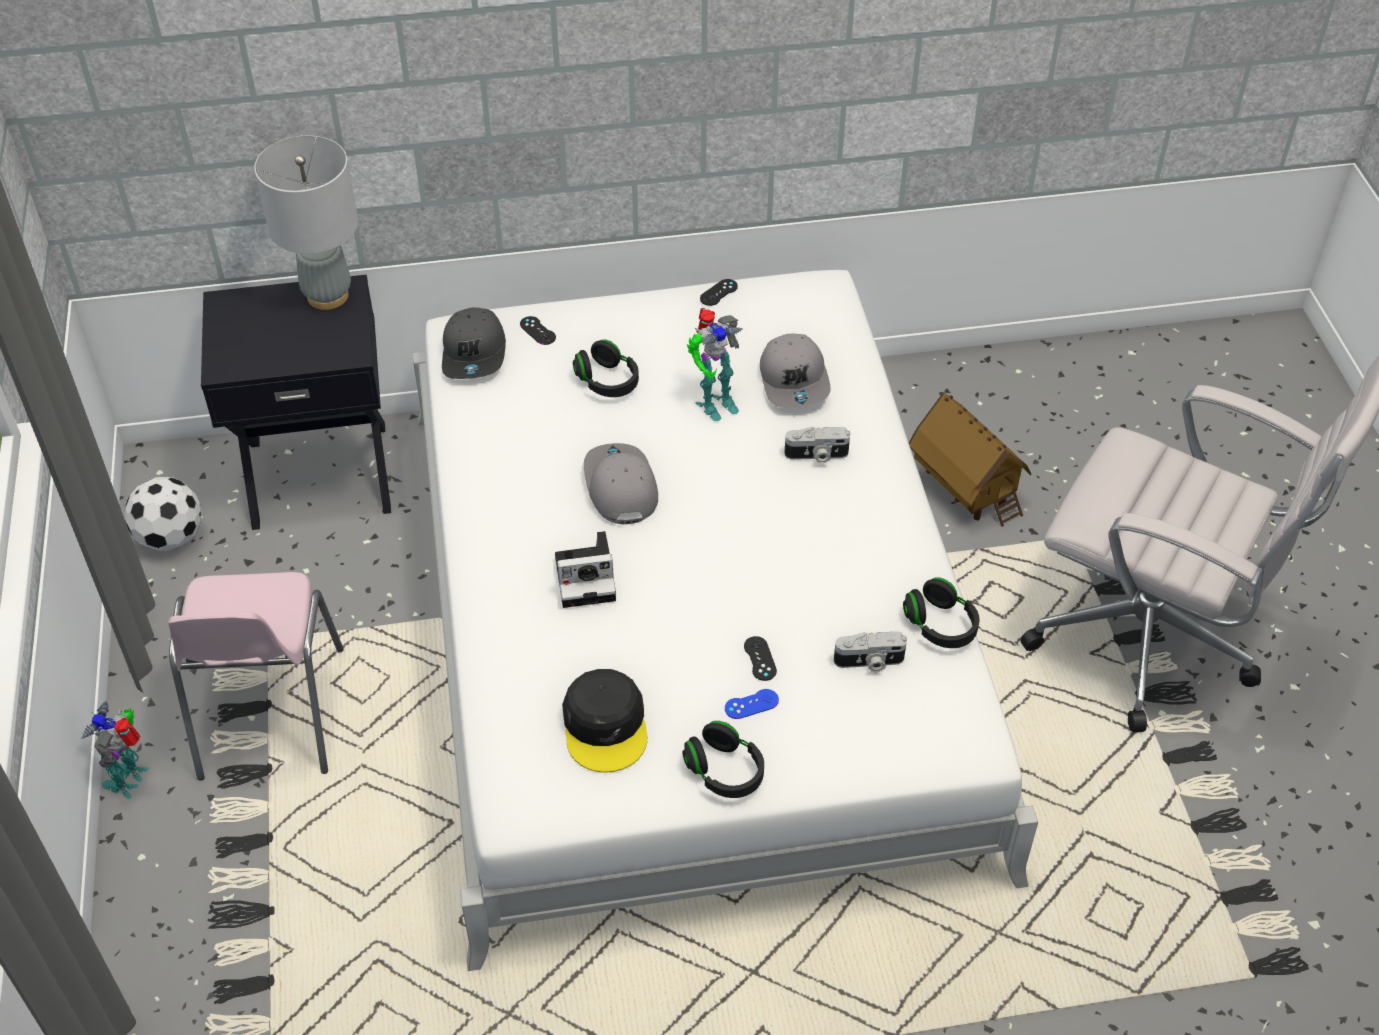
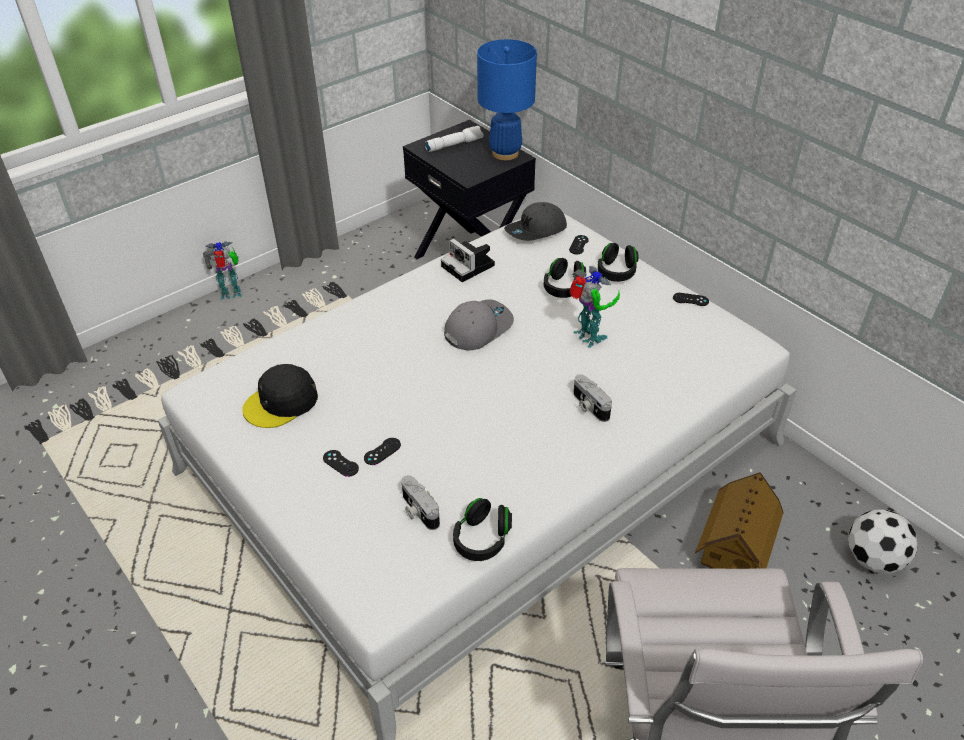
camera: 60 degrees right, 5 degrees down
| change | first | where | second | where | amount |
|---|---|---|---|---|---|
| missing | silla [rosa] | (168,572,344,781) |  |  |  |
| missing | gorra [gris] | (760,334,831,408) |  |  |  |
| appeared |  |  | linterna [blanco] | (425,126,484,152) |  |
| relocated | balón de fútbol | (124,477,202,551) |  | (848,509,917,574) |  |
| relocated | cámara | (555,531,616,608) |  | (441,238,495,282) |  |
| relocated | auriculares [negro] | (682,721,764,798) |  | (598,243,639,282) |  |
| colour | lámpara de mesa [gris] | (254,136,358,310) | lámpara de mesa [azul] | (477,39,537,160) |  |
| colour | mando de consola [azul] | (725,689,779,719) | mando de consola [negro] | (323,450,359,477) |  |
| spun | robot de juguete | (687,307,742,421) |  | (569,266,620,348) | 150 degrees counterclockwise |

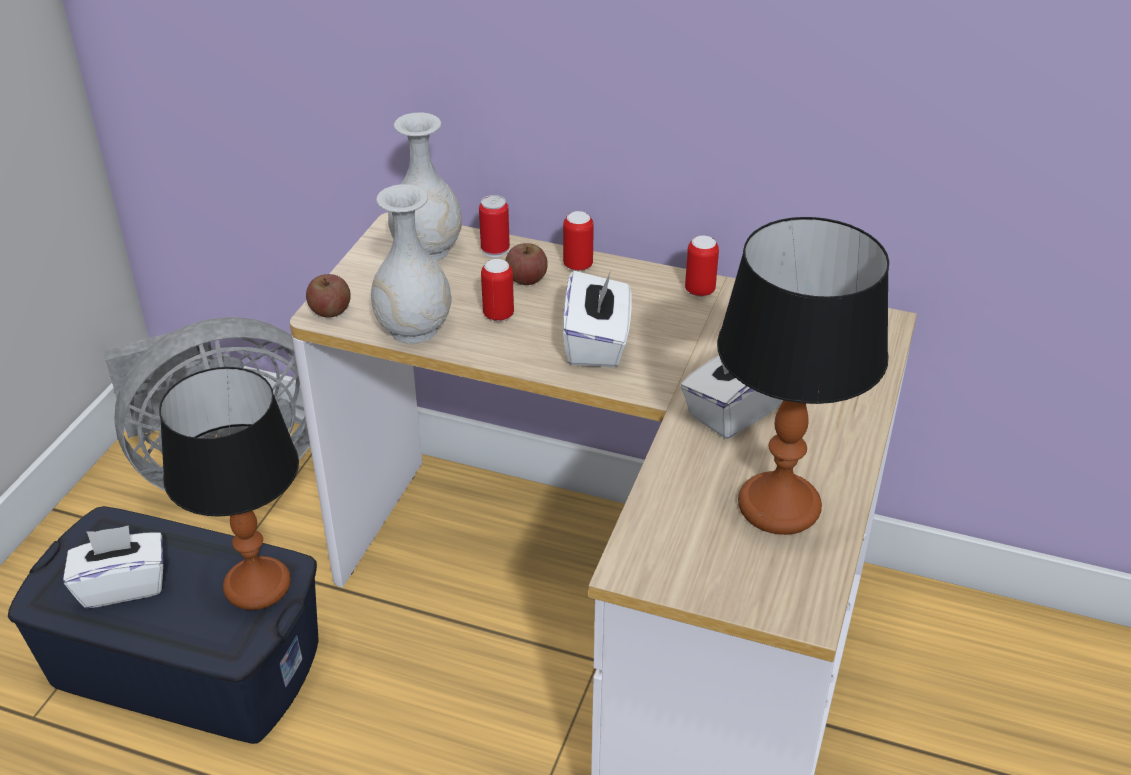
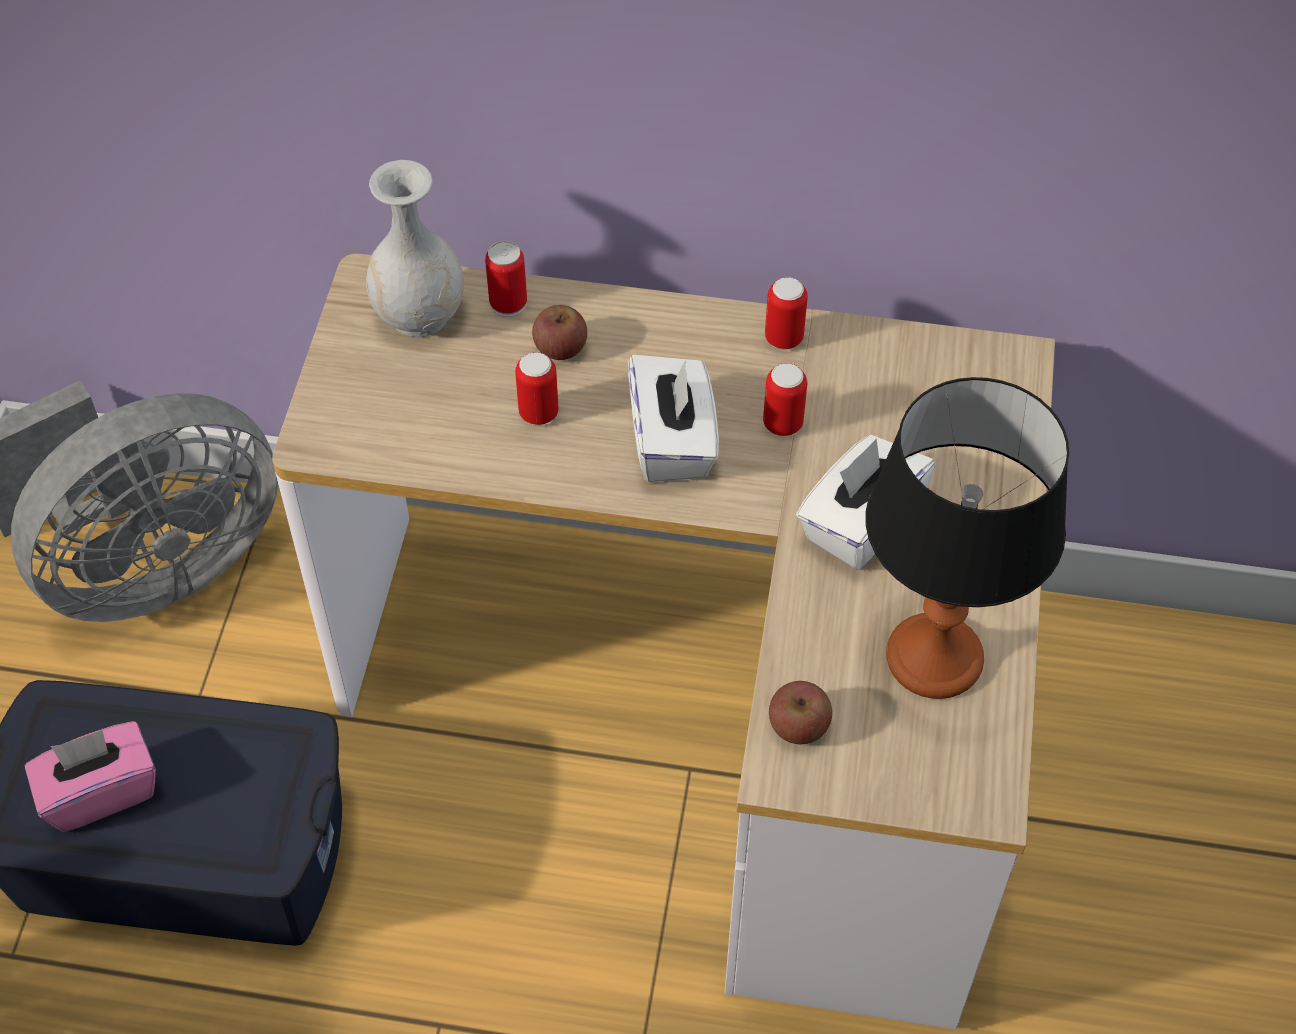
camera: 10 degrees left, 15 degrees up
| change | first | where | second | where | amount |
|---|---|---|---|---|---|
| missing | lámpara de mesa | (159,367,299,610) |  |  |  |
| missing | florero [blanco] | (371,184,451,344) |  |  |  |
| relocated | manzana | (306,274,351,318) |  | (769,681,832,744) |  |
| relocated | lata | (563,211,594,271) |  | (763,363,807,436) |  |
| colour | caja de pañuelos [blanco] | (63,525,163,608) | caja de pañuelos [rosa] | (25,721,156,832) |  |

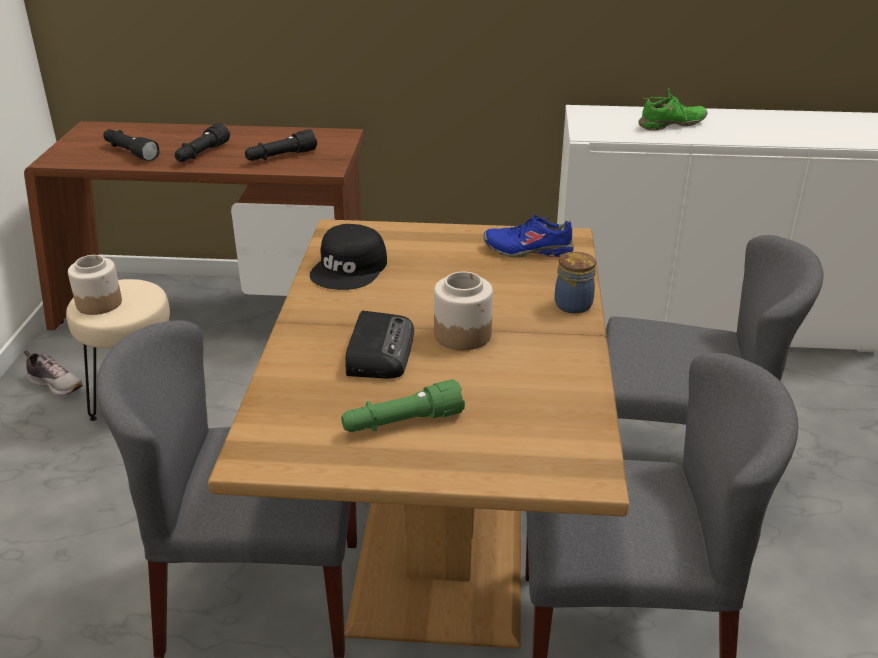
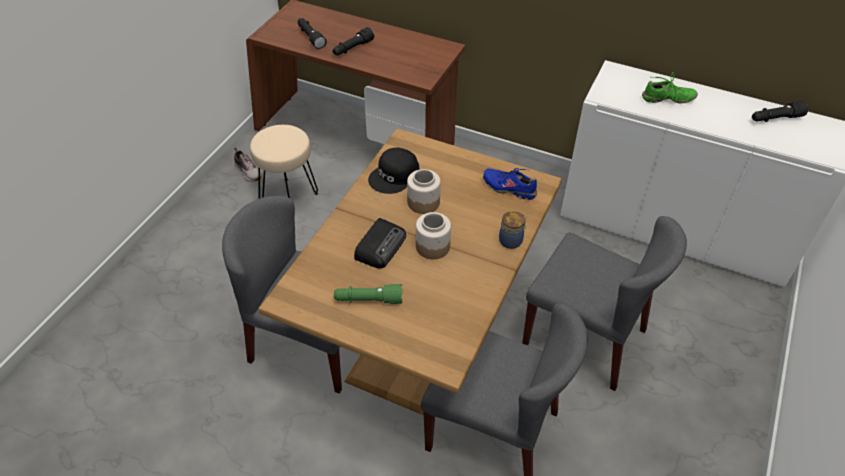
camera: 20 degrees right, 15 degrees up
| change | first | where | second | where | amount |
|---|---|---|---|---|---|
| relocated | tarro | (68,255,122,315) |  | (407,169,441,214) |  |
| relocated | linterna [negro] | (245,129,317,161) |  | (752,100,808,122) |  |

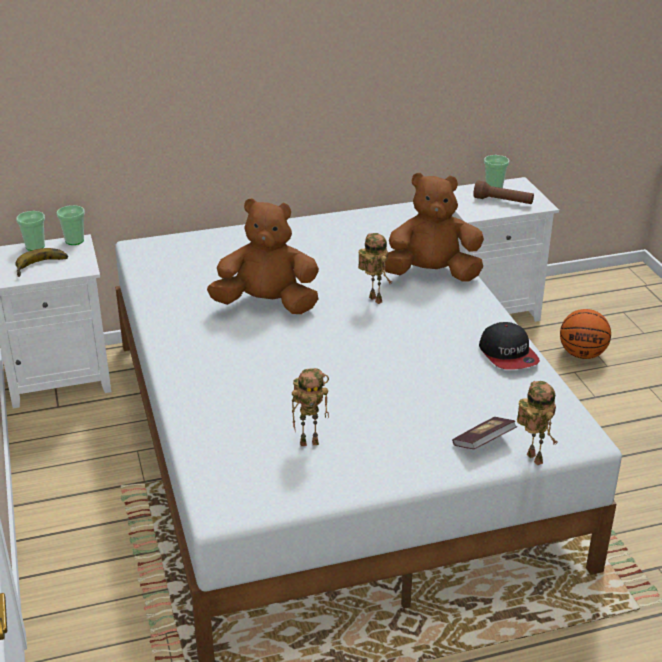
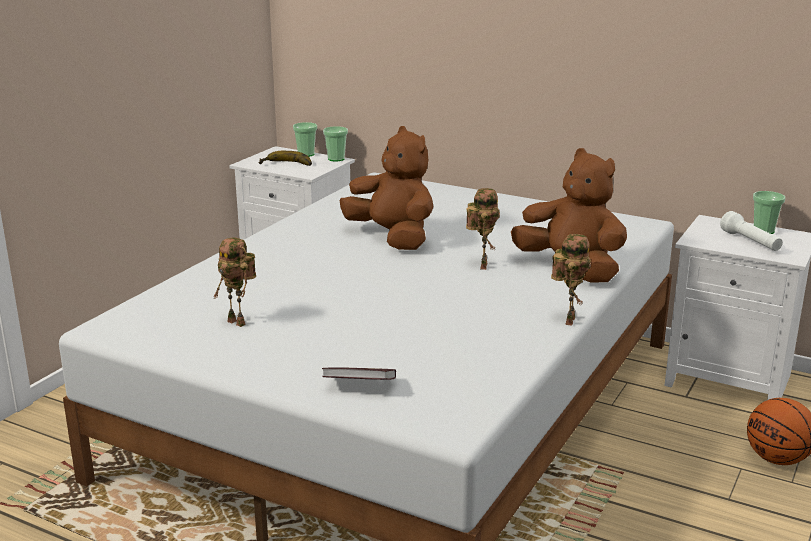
camera: 45 degrees right, 10 degrees down
| change | first | where | second | where | amount |
|---|---|---|---|---|---|
| missing | gorra | (479,322,540,370) |  |  |  |
| relocated | robot de juguete | (517,381,558,465) |  | (551,234,591,326) |  |
| colour | linterna [marrón] | (473,181,534,204) | linterna [blanco] | (720,211,783,251) |  |

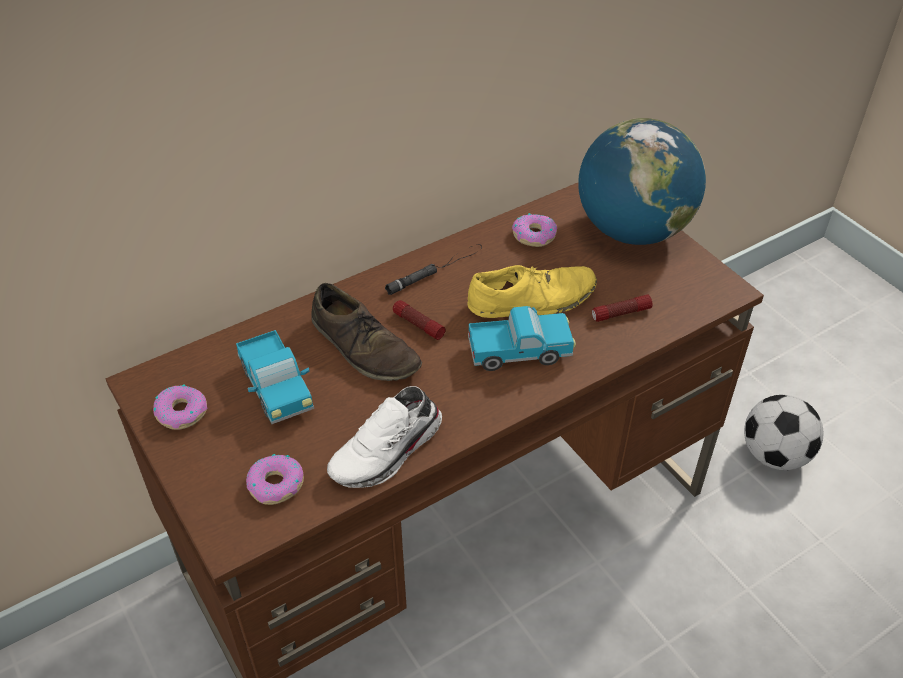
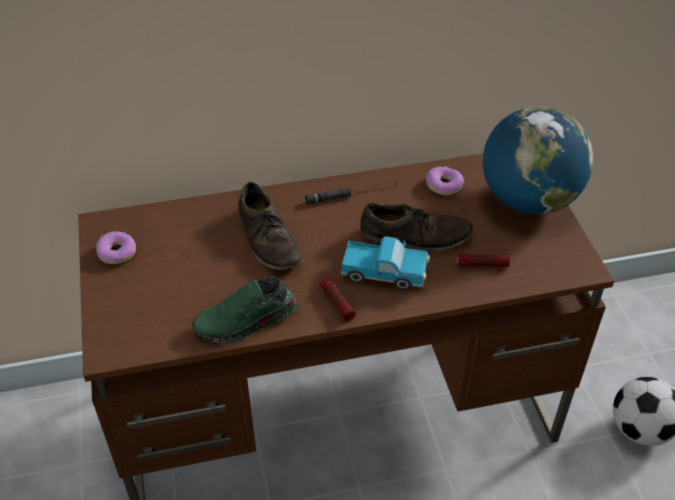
camera: 20 degrees right, 0 degrees up
| change | first | where | second | where | amount |
|---|---|---|---|---|---|
| missing | camión de juguete | (236,330,314,424) |  |  |  |
| missing | rosquilla | (246,454,304,505) |  |  |  |
| relocated | linterna | (393,300,446,340) |  | (321,278,356,321) |  |
| colour | zapato [blanco] | (327,386,442,488) | zapato [verde] | (192,275,298,343) |  |
| colour | zapato [amarillo] | (467,265,597,318) | zapato [marrón] | (360,203,473,252) |  |

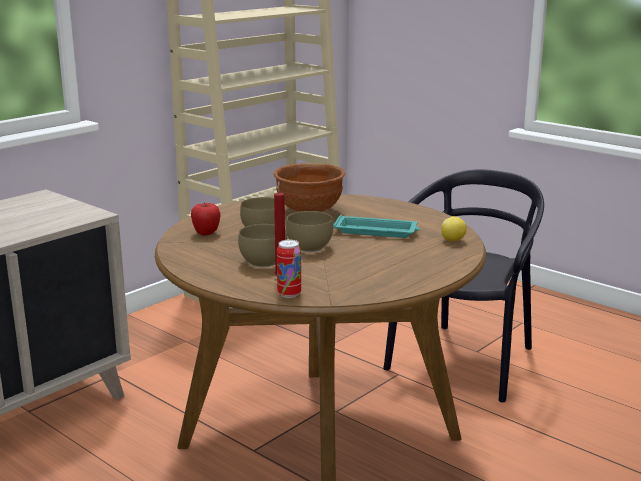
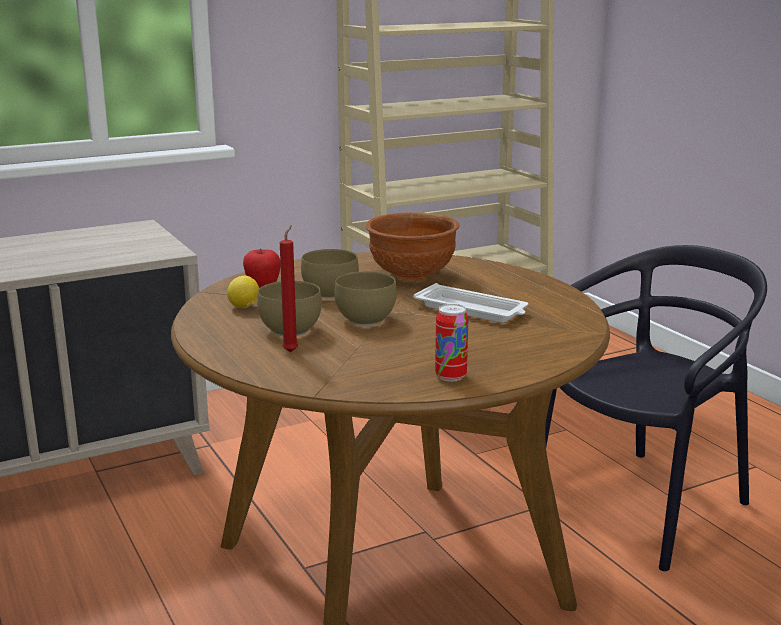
camera: 20 degrees right, 0 degrees up
| change | first | where | second | where | amount |
|---|---|---|---|---|---|
| relocated | lata | (277,240,301,298) |  | (435,304,468,382) |  |
| relocated | limón | (441,216,467,241) |  | (227,275,260,308) |  |
| colour | bandeja [turquesa] | (333,215,420,238) | bandeja [blanco] | (413,283,528,323) |  |

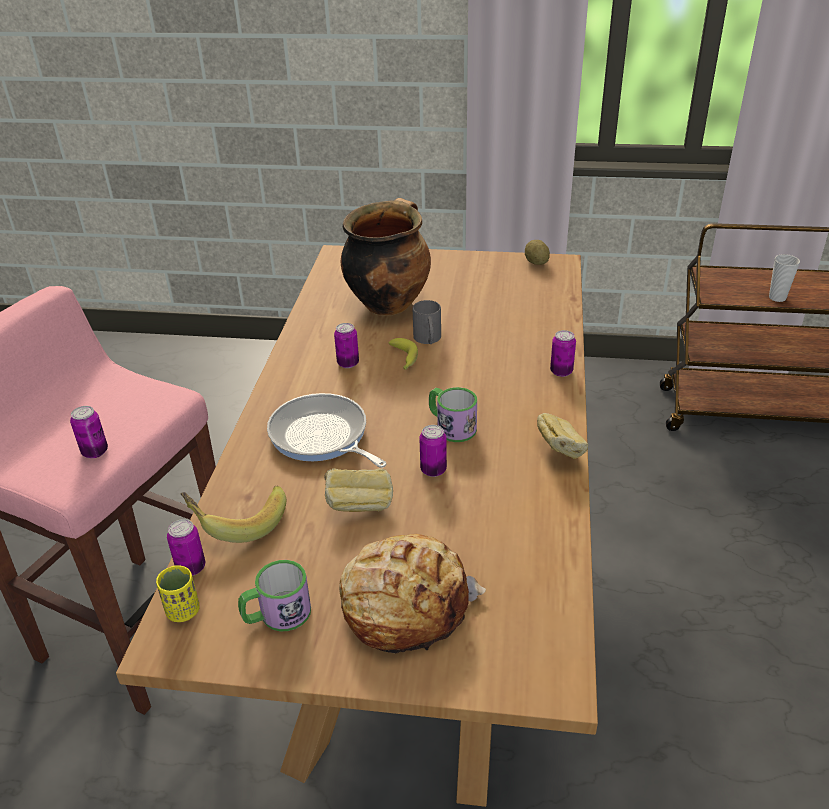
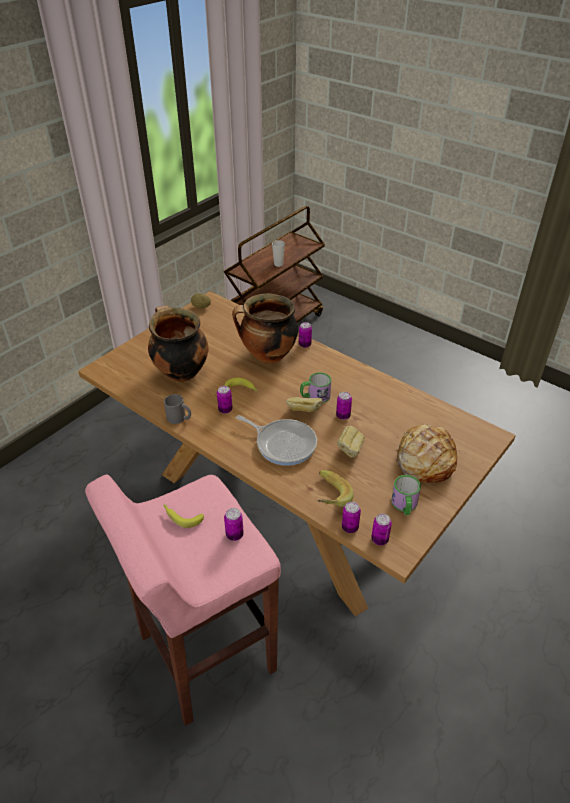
camera: 60 degrees left, 5 degrees up
| change | first | where | second | where | amount |
|---|---|---|---|---|---|
| appeared |  |  | plátano | (163,505,204,528) |  |
| appeared |  |  | olla | (232,293,298,364) |  |
| relocated | taza grande [gris] | (413,300,441,344) |  | (164,394,191,424) |  |
| relocated | pan | (537,413,588,459) |  | (286,397,323,412) |  |
| exchanged | taza [amarillo] | (156,565,200,622) | lata | (371,513,392,545) |  |
| spun | sartén | (267,393,387,468) |  | (236,415,317,466) | 135 degrees counterclockwise |

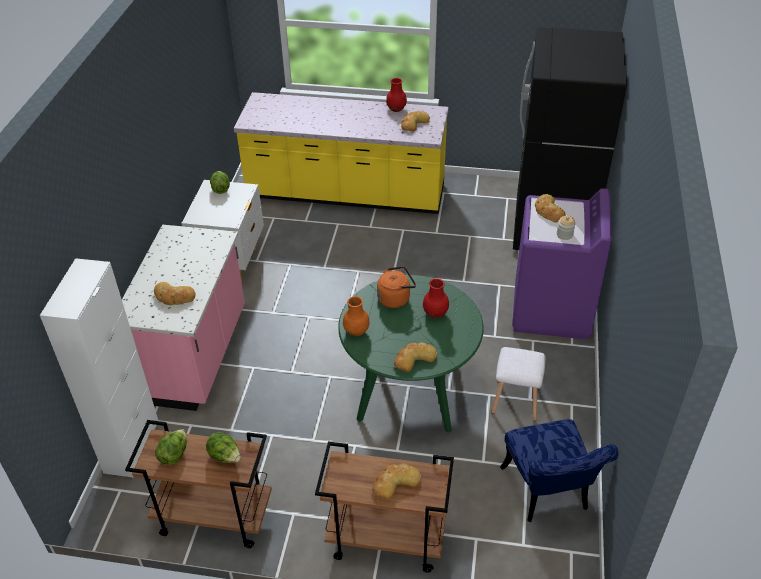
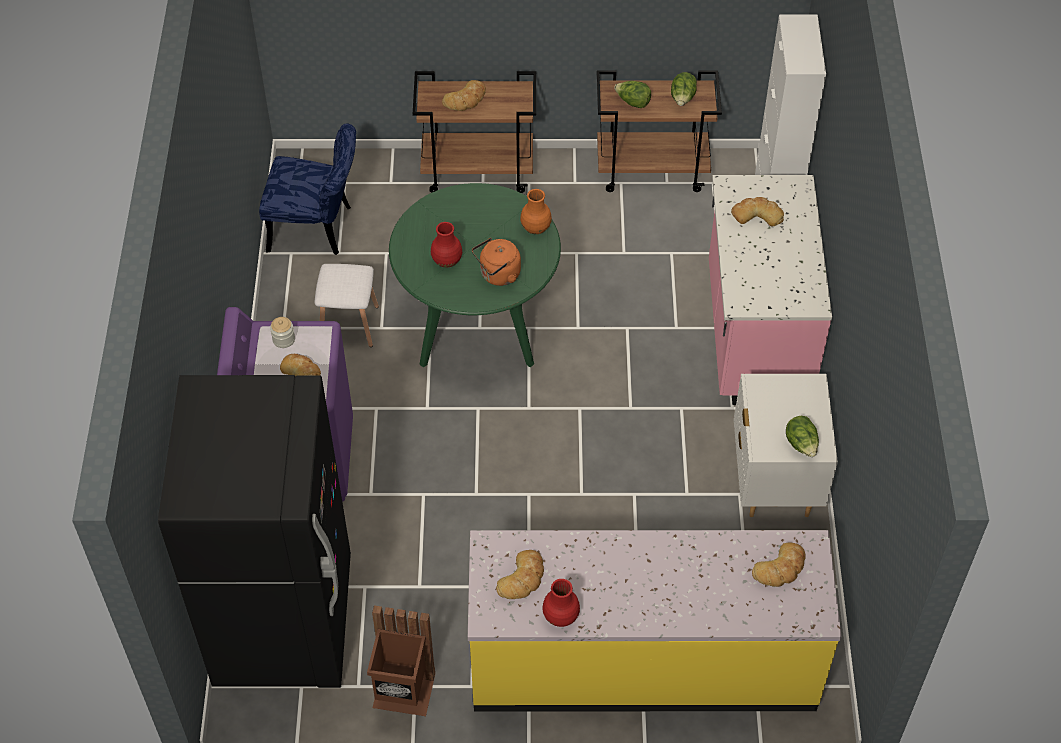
camera: 170 degrees right, 10 degrees up
| change | first | where | second | where | amount |
|---|---|---|---|---|---|
| appeared |  |  | papelera [marrón] | (367,606,435,716) |  |
| relocated | pan | (394,342,437,372) |  | (752,542,806,587) |  |
| spun | silla [azul] | (500,419,618,522) |  | (259,124,356,255) | 120 degrees clockwise |

